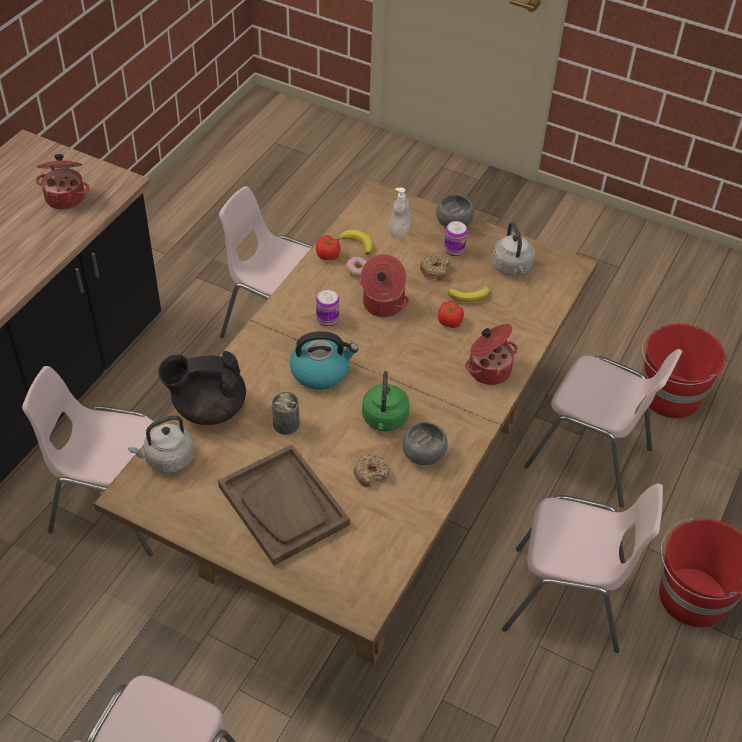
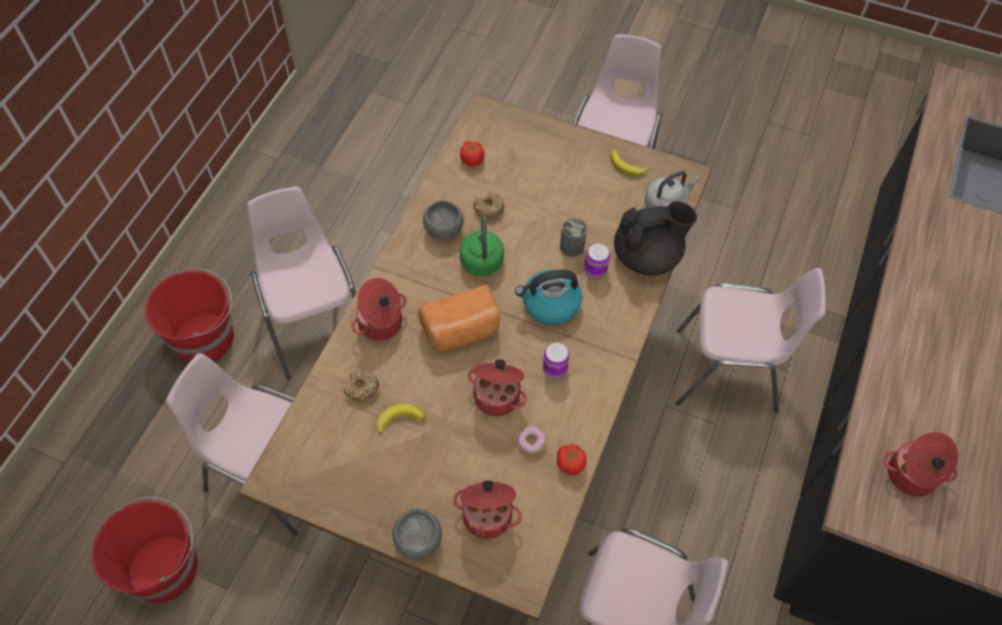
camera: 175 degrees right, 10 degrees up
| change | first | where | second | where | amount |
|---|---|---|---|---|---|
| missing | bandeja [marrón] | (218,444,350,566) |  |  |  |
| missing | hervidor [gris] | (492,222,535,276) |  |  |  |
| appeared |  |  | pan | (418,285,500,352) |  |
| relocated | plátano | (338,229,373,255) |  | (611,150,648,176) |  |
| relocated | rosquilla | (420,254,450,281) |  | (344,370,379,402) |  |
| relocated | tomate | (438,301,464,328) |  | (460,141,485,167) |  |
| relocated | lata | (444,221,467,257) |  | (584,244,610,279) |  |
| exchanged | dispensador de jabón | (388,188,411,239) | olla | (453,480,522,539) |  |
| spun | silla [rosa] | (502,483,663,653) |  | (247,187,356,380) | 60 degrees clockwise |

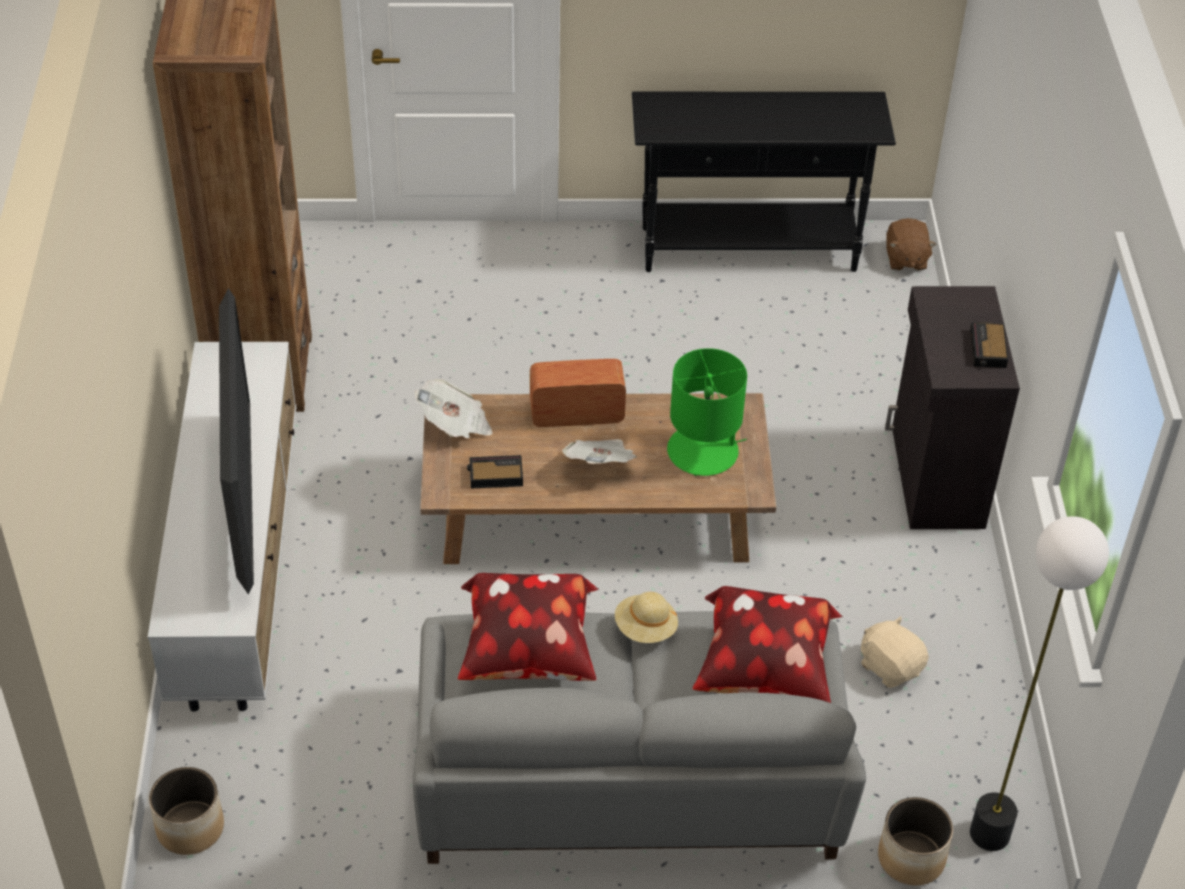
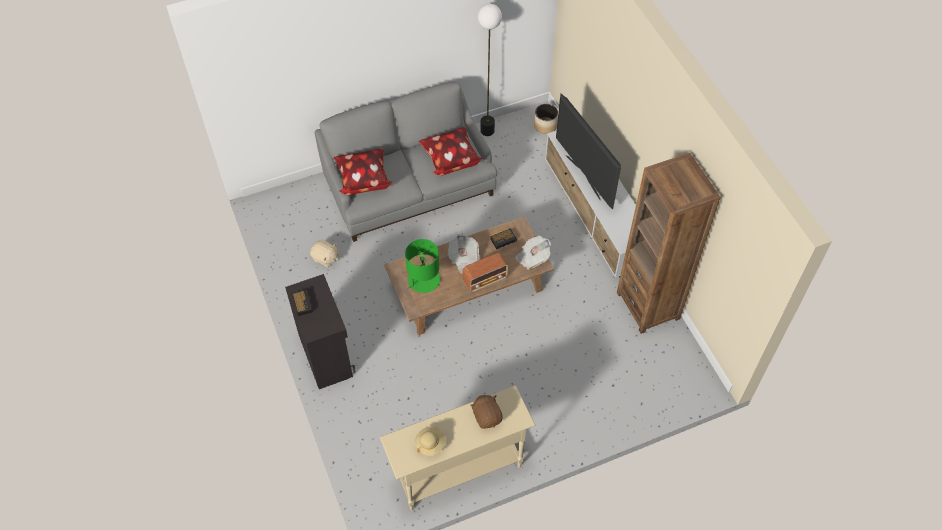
camera: 160 degrees right, 10 degrees up
| change | first | where | second | where | amount |
|---|---|---|---|---|---|
| missing | maceta | (878,797,953,886) |  |  |  |
| relocated | sombrero [beis] | (615,592,678,643) |  | (415,427,446,456) |  |
| relocated | peluche [marrón] | (886,218,936,270) |  | (471,395,503,429) |  |
| relocated | lámpara de pie | (970,516,1109,851) |  | (478,4,502,136) |  |
| colour | mesa consola [negro] | (632,92,896,272) | mesa consola [beis] | (380,386,535,510) |  |

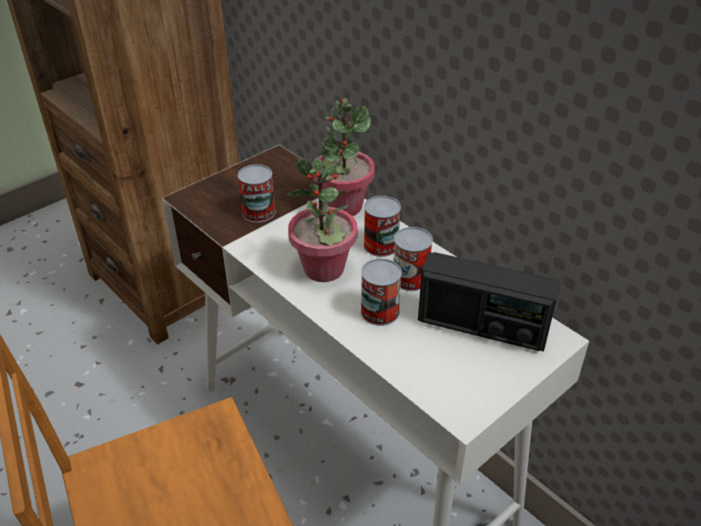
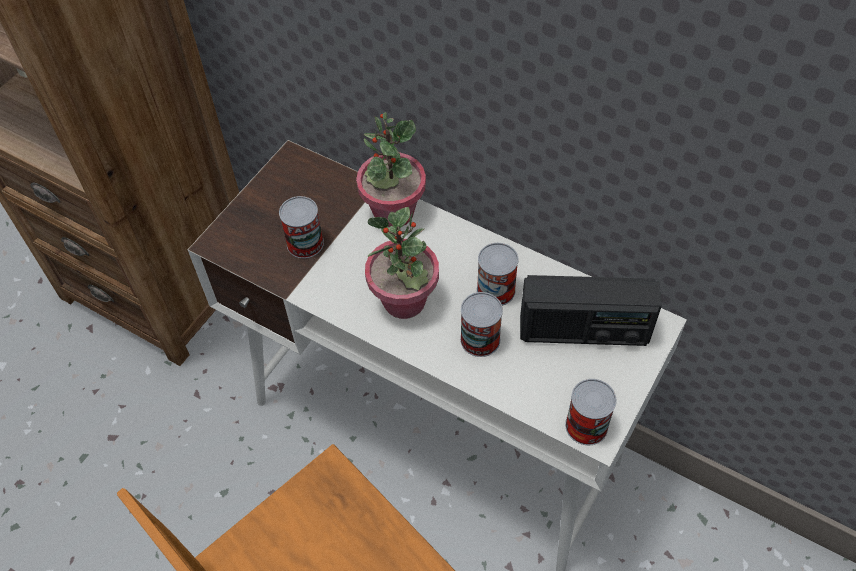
camera: 15 degrees left, 15 degrees up
| change | first | where | second | where | amount |
|---|---|---|---|---|---|
| relocated | lata | (364,196,401,257) |  | (565,379,617,445) |  |

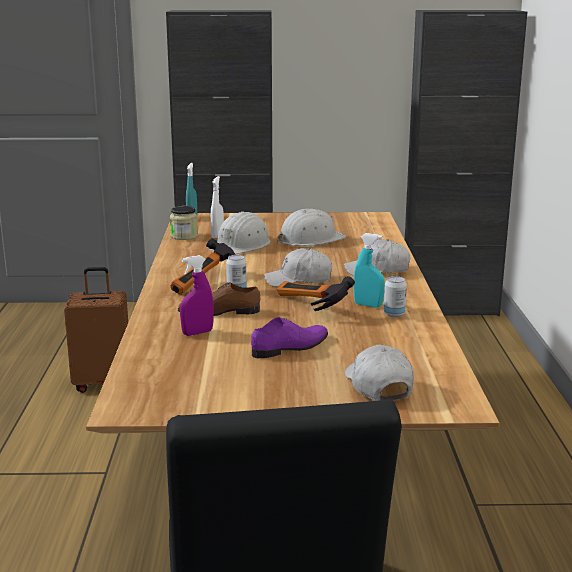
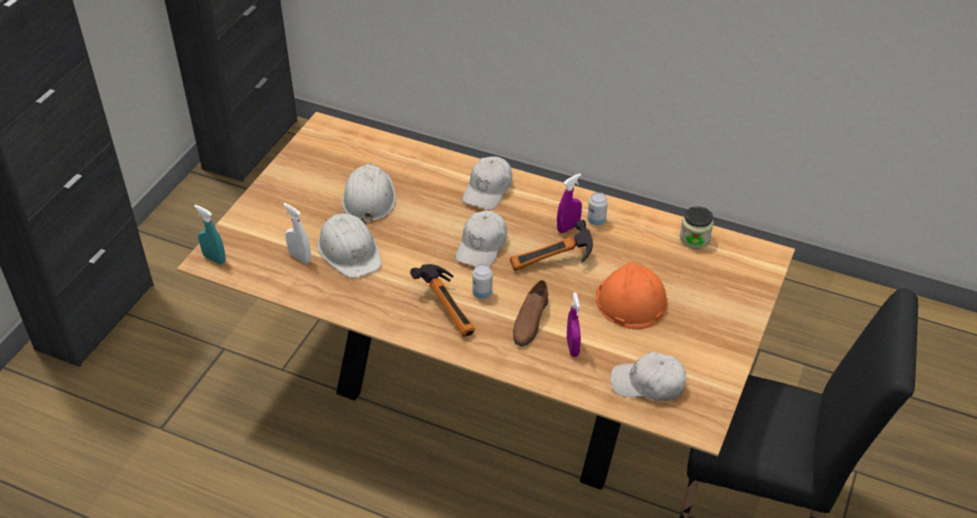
camera: 65 degrees left, 25 degrees up
| change | first | where | second | where | amount |
|---|---|---|---|---|---|
| missing | maleta [marrón] | (64,267,128,393) |  |  |  |
| relocated | tarro | (170,206,198,240) |  | (680,206,713,249) |  |
| relocated | gorra [blanco] | (345,345,414,401) |  | (611,352,687,401) |  |
| exchanged | zapato [morado] | (251,317,328,358) | casco [naranja] | (596,262,667,329) |  |
| colour | pulverizador [turquesa] | (353,233,385,307) | pulverizador [morado] | (557,173,582,233) |  |

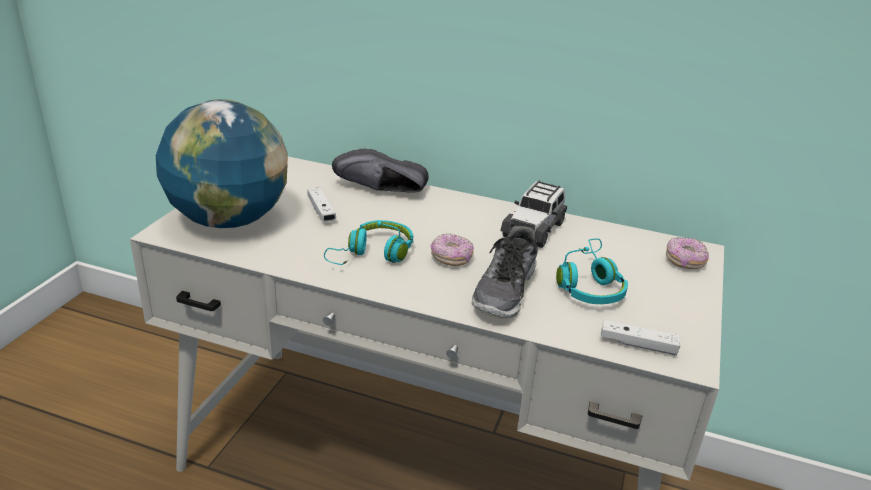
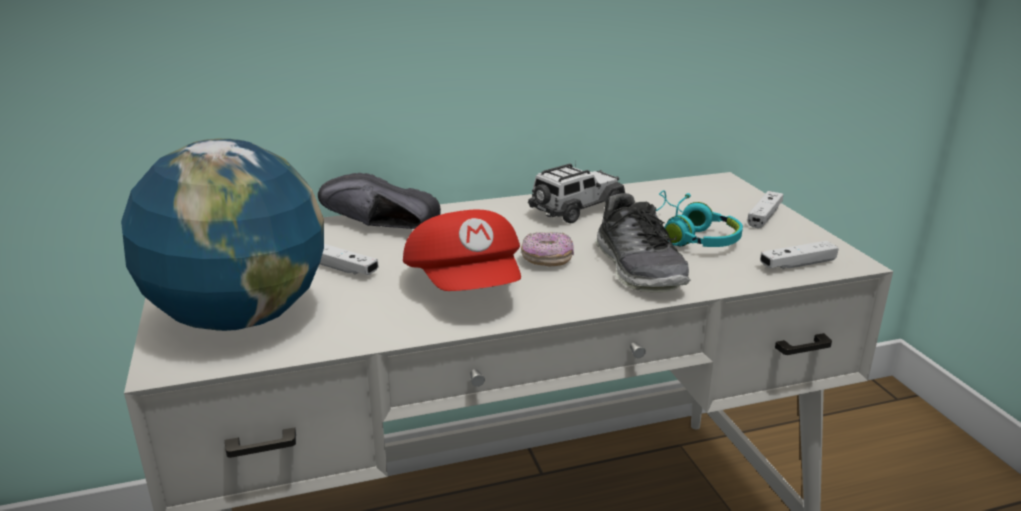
camera: 35 degrees left, 5 degrees down
| change | first | where | second | where | amount |
|---|---|---|---|---|---|
| missing | rosquilla | (666,237,709,269) |  |  |  |
| appeared |  |  | mando de consola [blanco] | (747,191,783,229) |  |
| exchanged | auriculares [turquesa] | (324,220,413,265) | gorra [rojo] | (403,210,521,291) |  |
| spun | zapato [negro] | (332,148,429,193) |  | (318,173,441,229) | 45 degrees clockwise |
| spun | coche de juguete | (500,180,567,248) |  | (528,163,625,223) | 120 degrees counterclockwise |

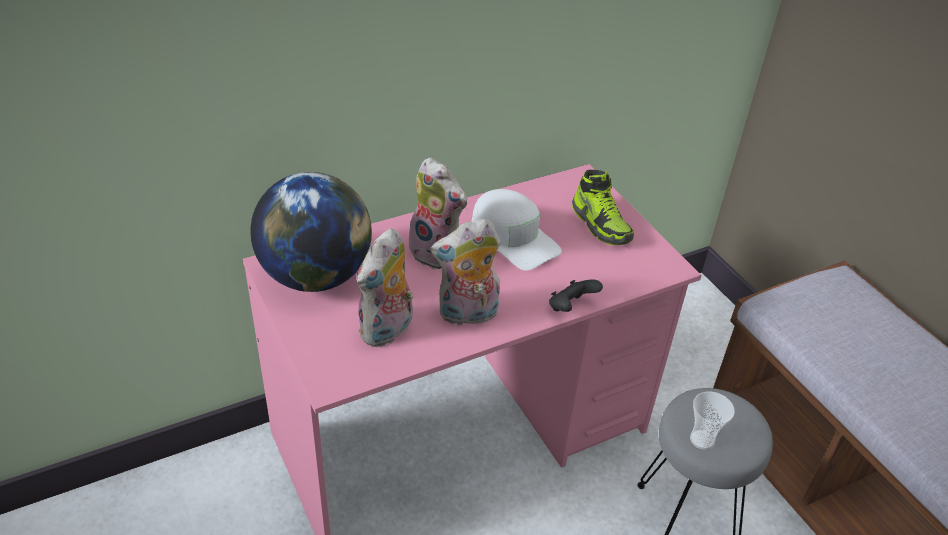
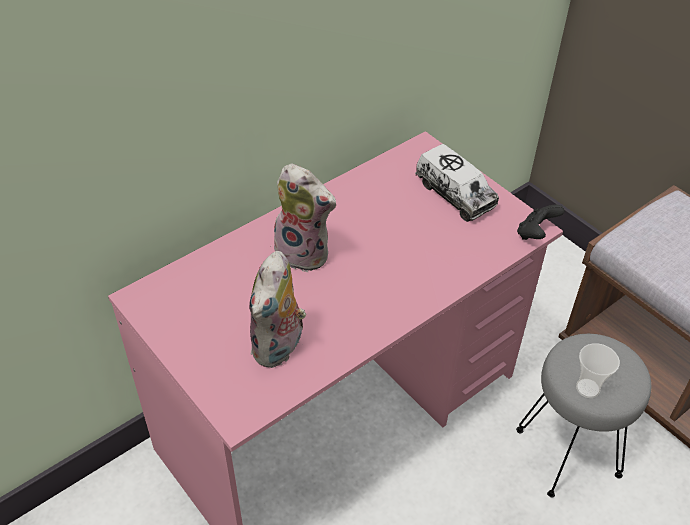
camera: 10 degrees left, 5 degrees up
| change | first | where | second | where | amount |
|---|---|---|---|---|---|
| missing | globo terráqueo | (250,172,372,292) |  |  |  |
| missing | peluche | (430,218,501,325) |  |  |  |
| missing | gorra [blanco] | (472,189,562,271) |  |  |  |
| relocated | mando de consola [negro] | (549,280,603,312) |  | (517,205,565,240) |  |
| exchanged | zapato | (572,170,634,245) | camión de juguete | (415,144,499,222) |  |

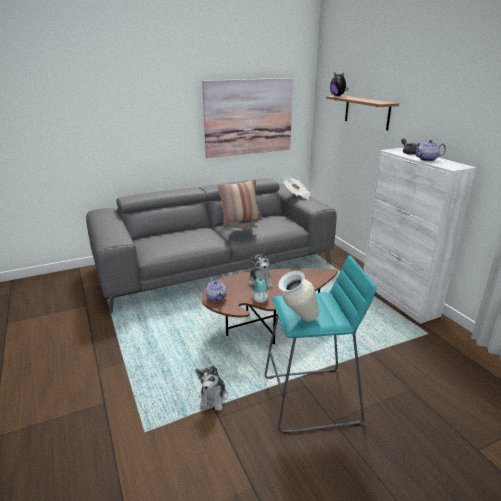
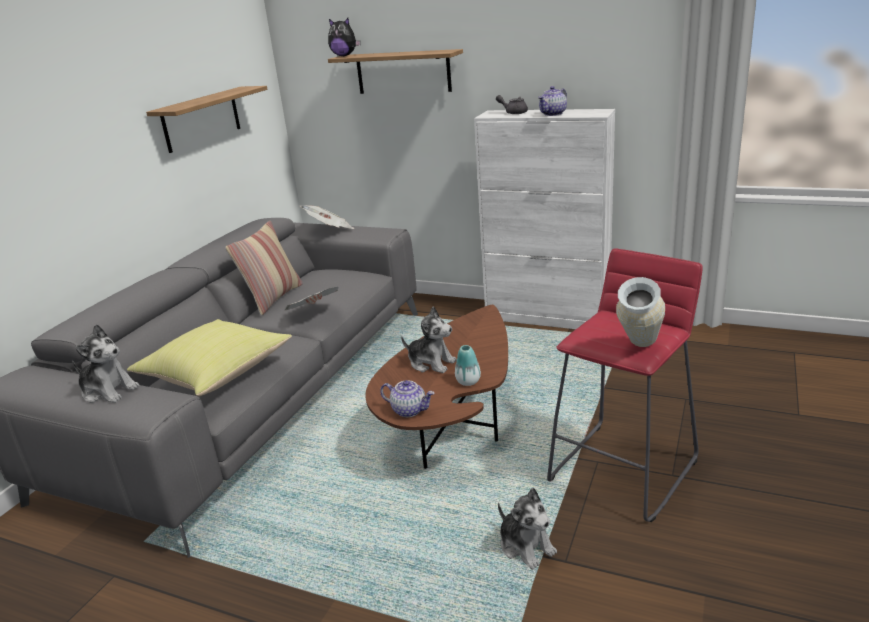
camera: 40 degrees left, 0 degrees up
| change | first | where | second | where | amount |
|---|---|---|---|---|---|
| appeared |  |  | peluche | (72,324,140,403) |  |
| appeared |  |  | cojín [amarillo] | (127,319,292,396) |  |
| exchanged | cuadro | (202,78,293,158) | estante | (146,86,267,153) |  |
| colour | taburete [turquesa] | (265,255,377,434) | taburete [rojo] | (547,248,703,522) |  |

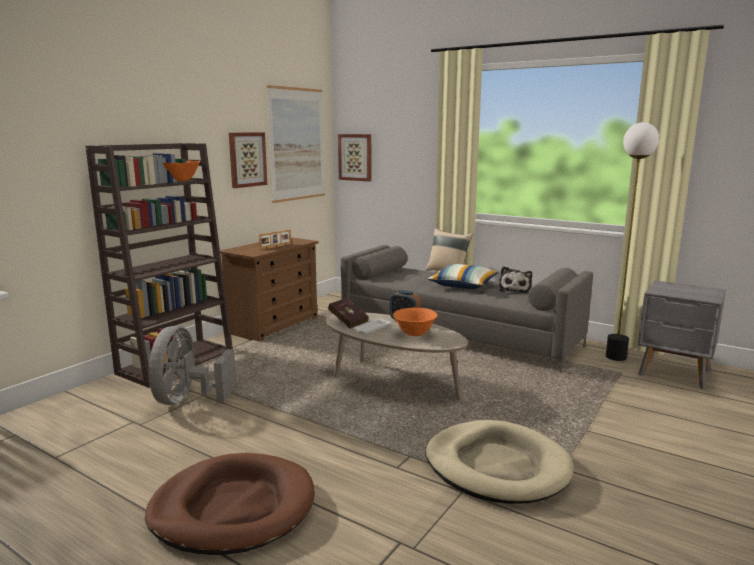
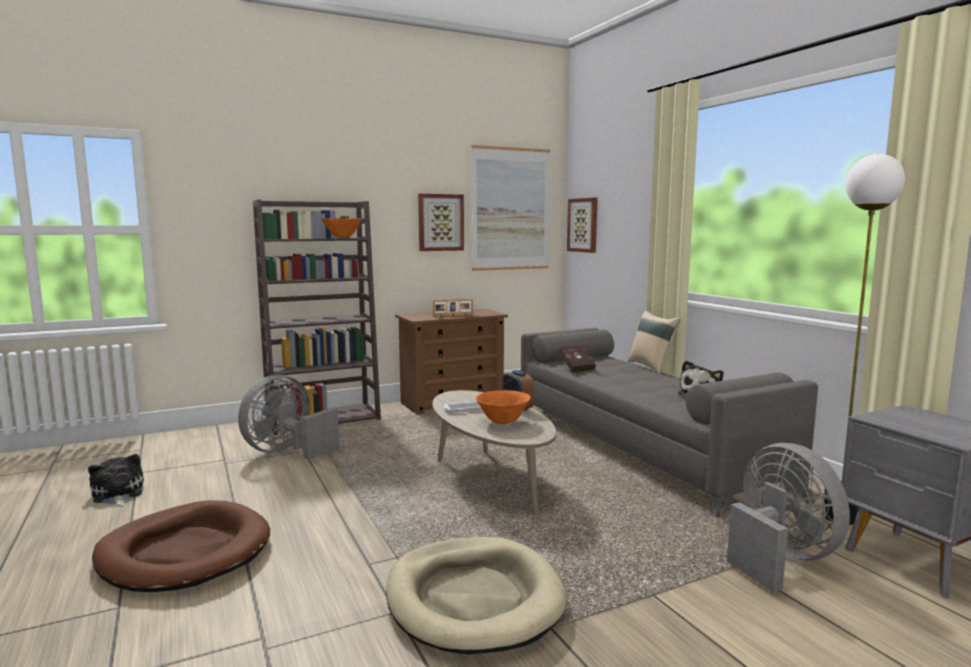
camera: 30 degrees right, 5 degrees down
| change | first | where | second | where | amount |
|---|---|---|---|---|---|
| missing | cojín | (428,264,498,289) |  |  |  |
| appeared |  |  | peluche | (88,454,144,507) |  |
| appeared |  |  | ventilador [gris] | (727,443,850,593) |  |
| relocated | libro [rojo] | (328,298,369,328) |  | (559,345,596,372) |  |

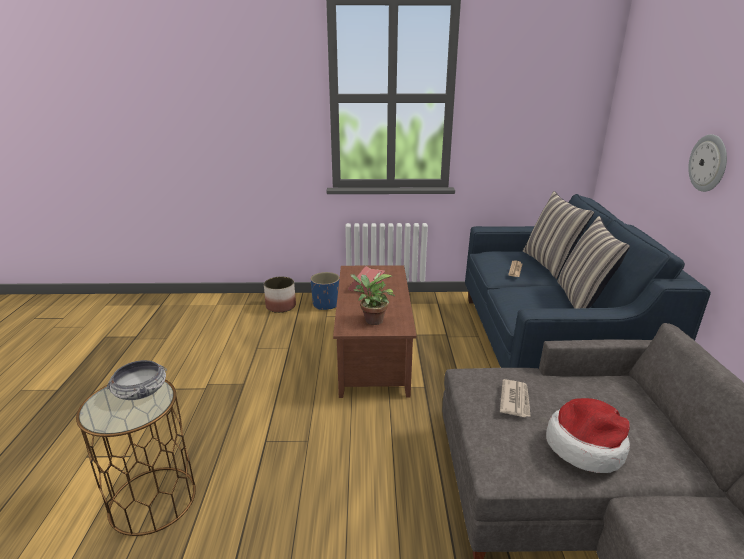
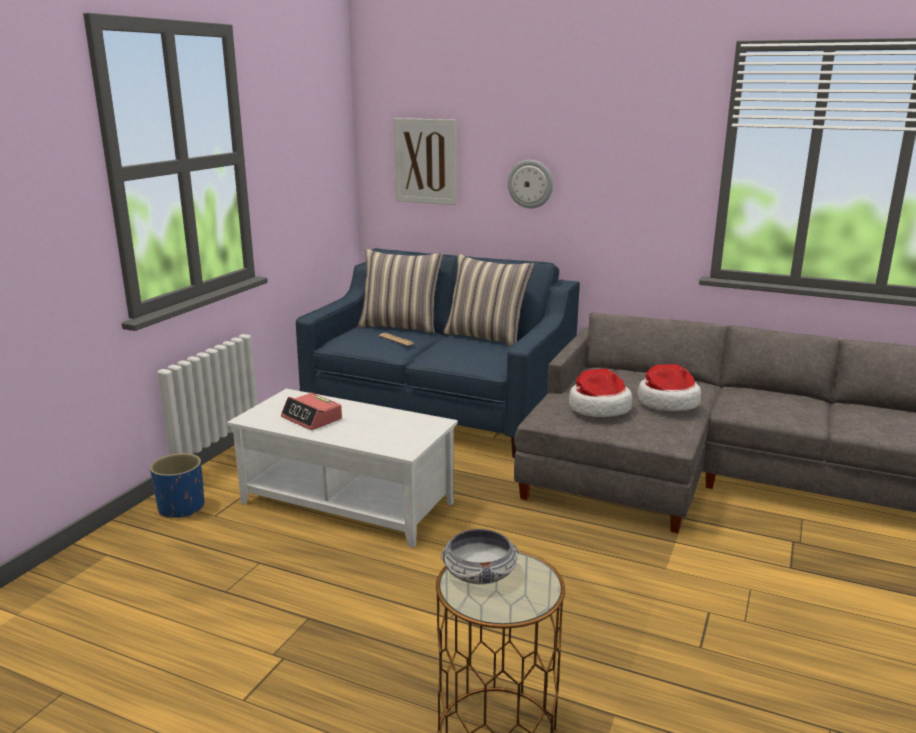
camera: 65 degrees left, 5 degrees down
| change | first | where | second | where | amount |
|---|---|---|---|---|---|
| missing | maceta | (264,277,296,313) |  |  |  |
| missing | planta en maceta | (350,274,395,325) |  |  |  |
| appeared |  |  | cuadro | (393,118,456,205) |  |
| exchanged | periódico | (500,379,531,417) | sombrero | (569,369,632,417) |  |
| colour | mesa de centro [marrón] | (333,265,417,398) | mesa de centro [blanco] | (227,389,458,548) |  |

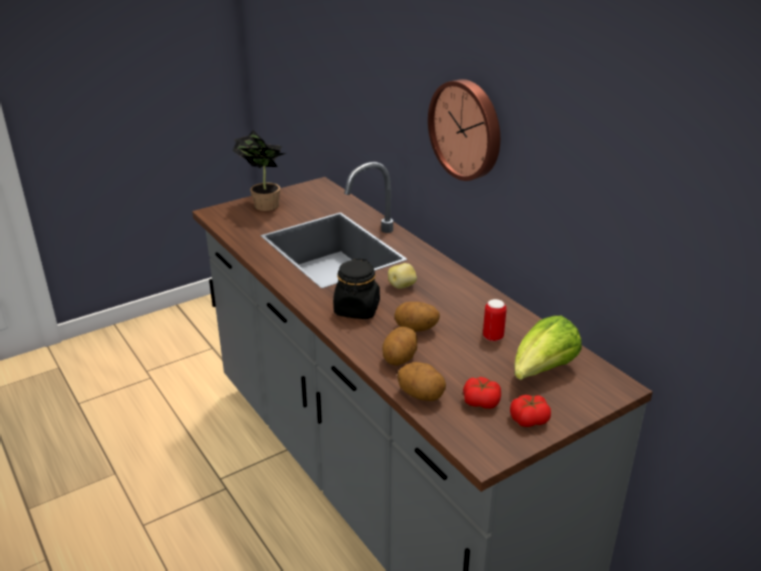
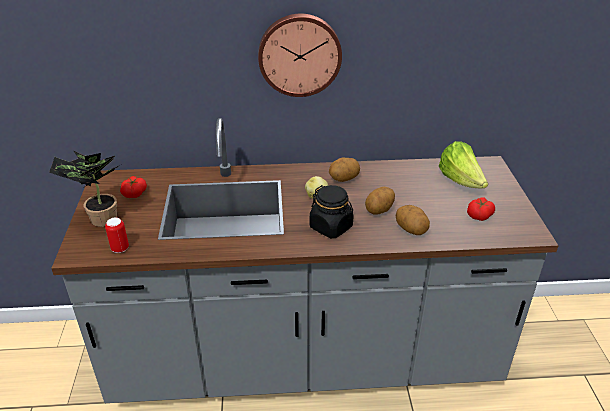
camera: 60 degrees left, 5 degrees up
| change | first | where | second | where | amount |
|---|---|---|---|---|---|
| relocated | patata | (397,362,446,401) |  | (329,157,360,182) |  |
| relocated | lata | (483,299,507,342) |  | (105,218,129,253) |  |
| relocated | tomate | (510,394,551,427) |  | (120,176,147,198) |  |

